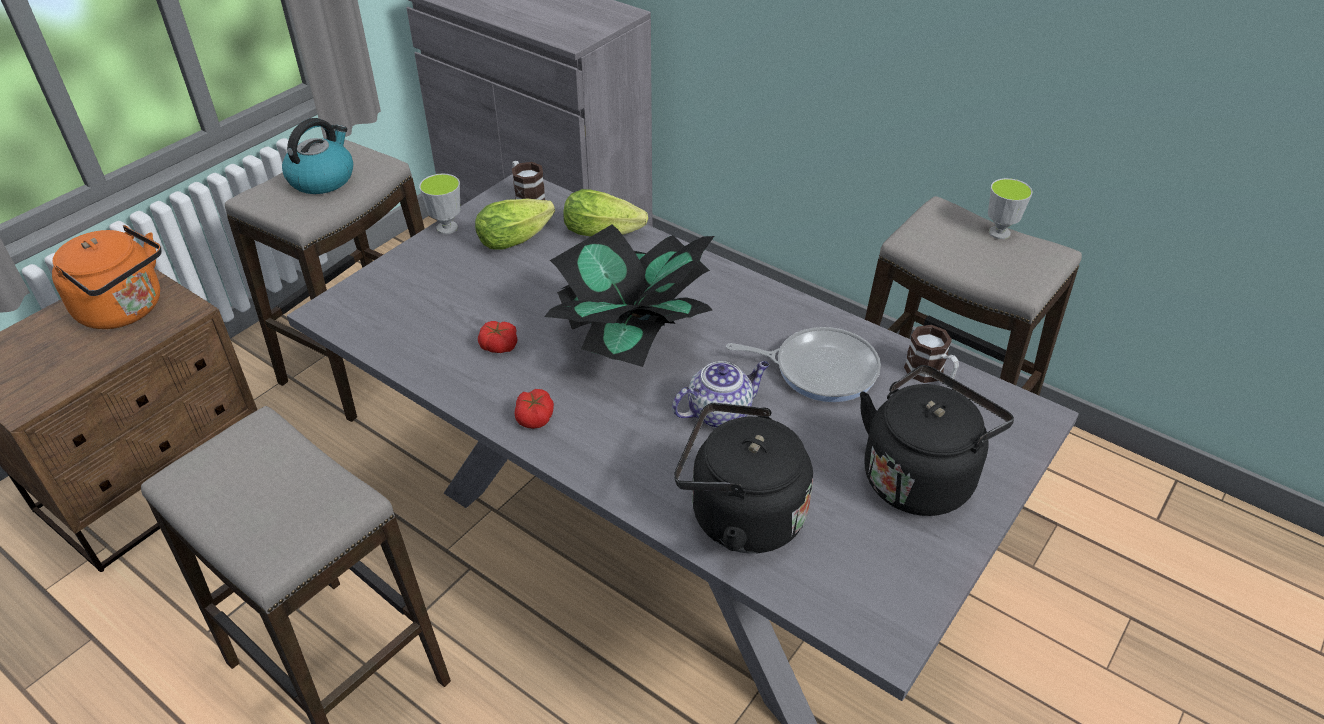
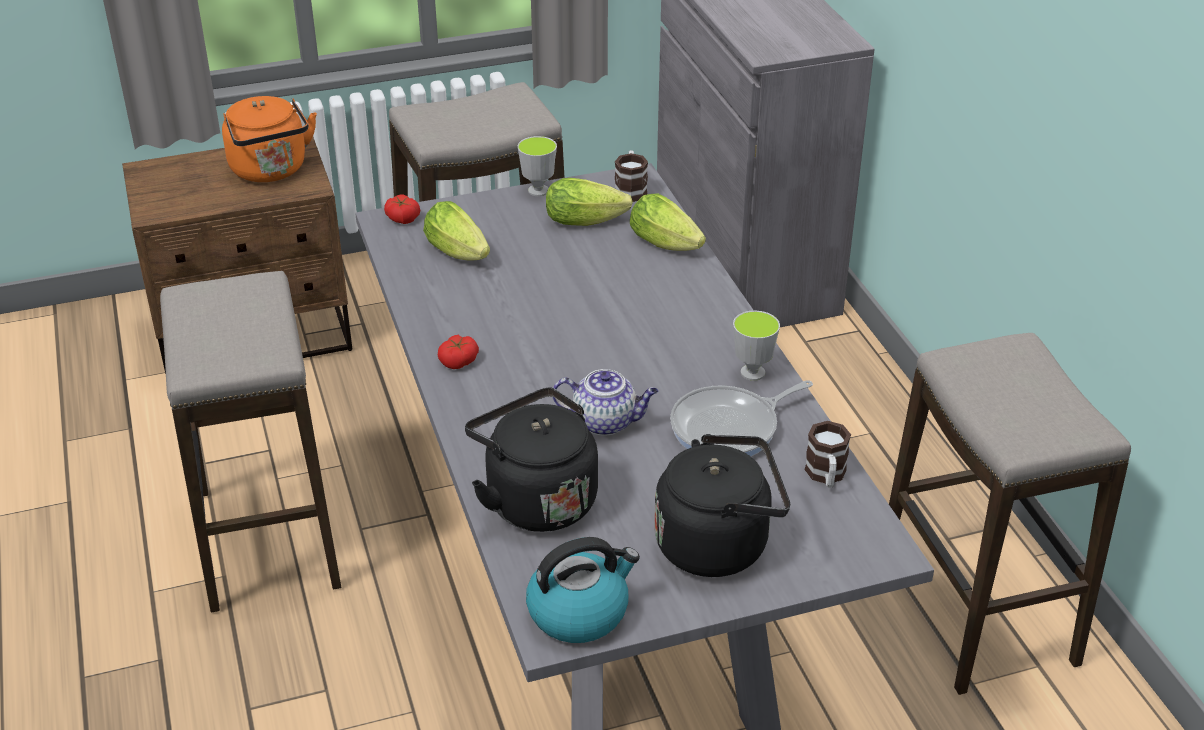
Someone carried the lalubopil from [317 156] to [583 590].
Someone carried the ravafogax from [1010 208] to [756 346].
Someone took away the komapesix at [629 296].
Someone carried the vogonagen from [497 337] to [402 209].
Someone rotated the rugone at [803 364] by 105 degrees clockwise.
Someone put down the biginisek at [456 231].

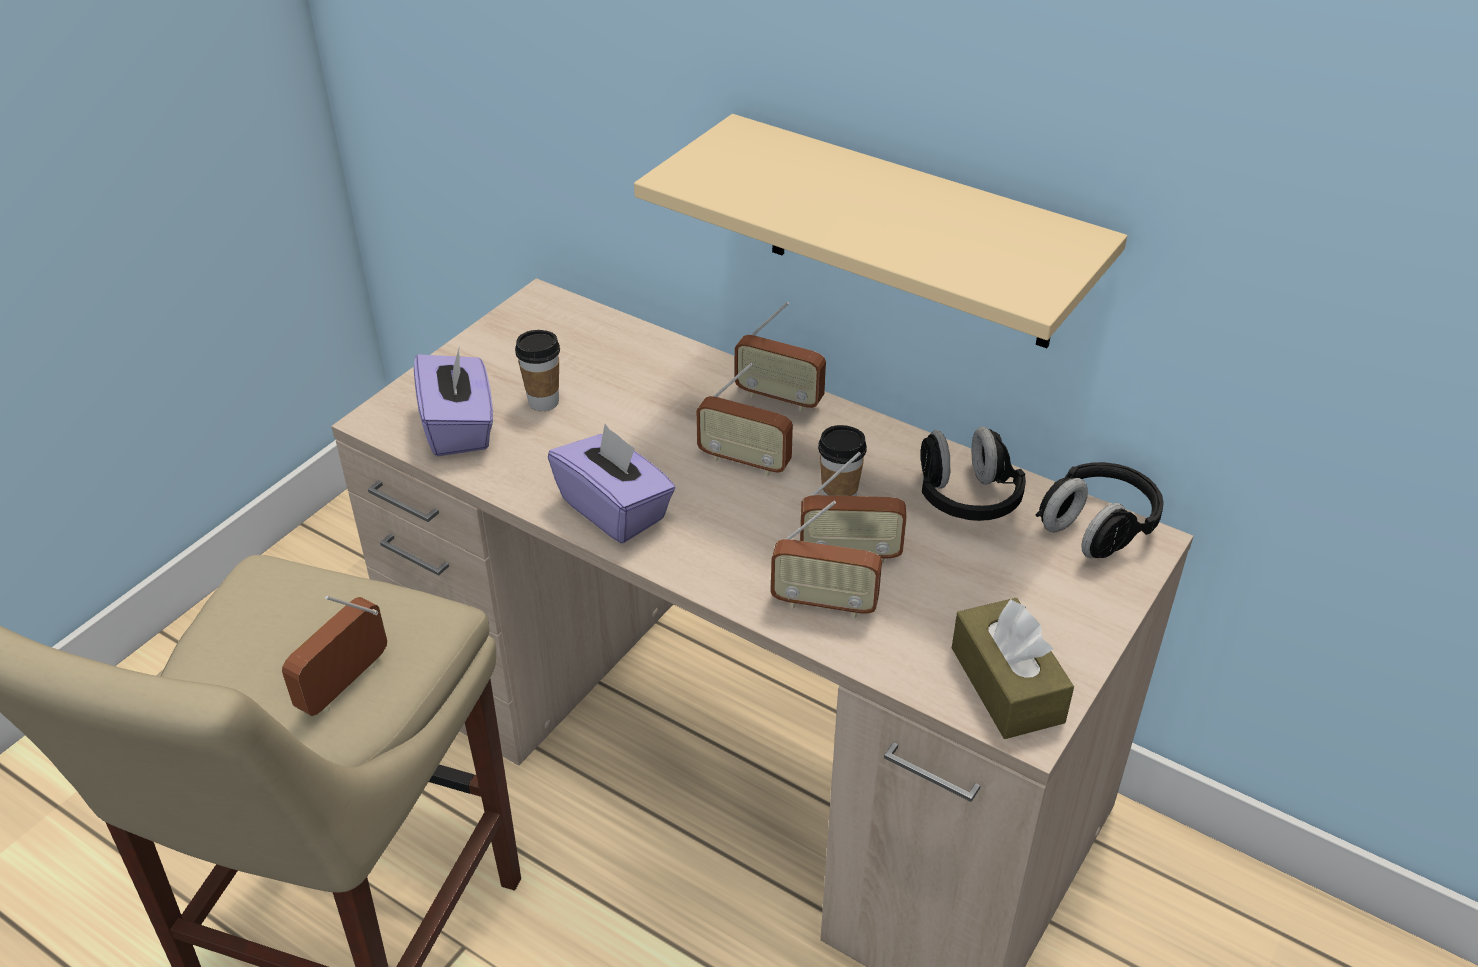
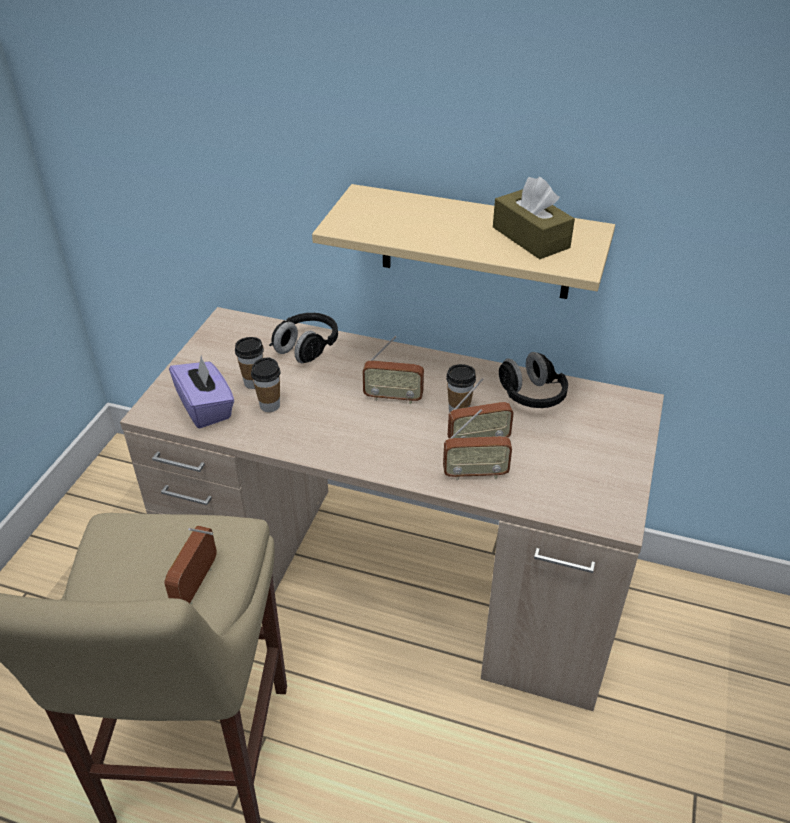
Someone took away the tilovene at [780 357].
Someone took away the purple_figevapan at [612 483].
Someone carried the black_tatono from [1099 510] to [303 338].
Someone carried the brown_figevapan from [1013 668] to [534 218].
Someone put down the ravafogax at [266 385].

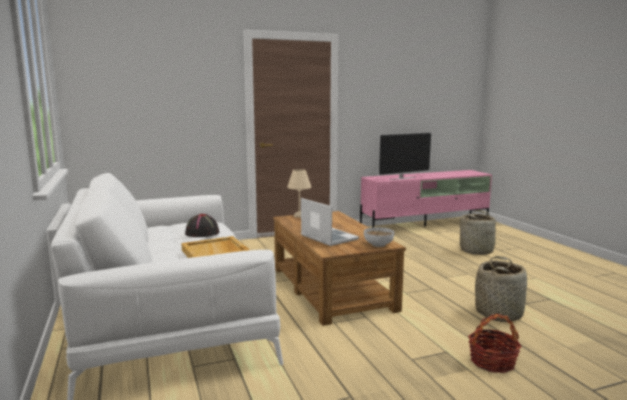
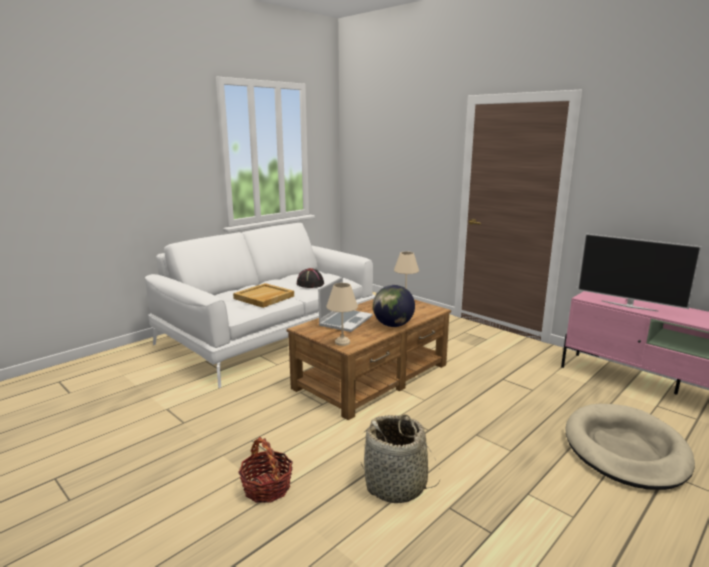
Someone swapped the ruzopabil at [479 232] for the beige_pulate at [630 447].
Someone swapped the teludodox at [379 237] for the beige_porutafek at [342 314].
Someone put down the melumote at [394 306].

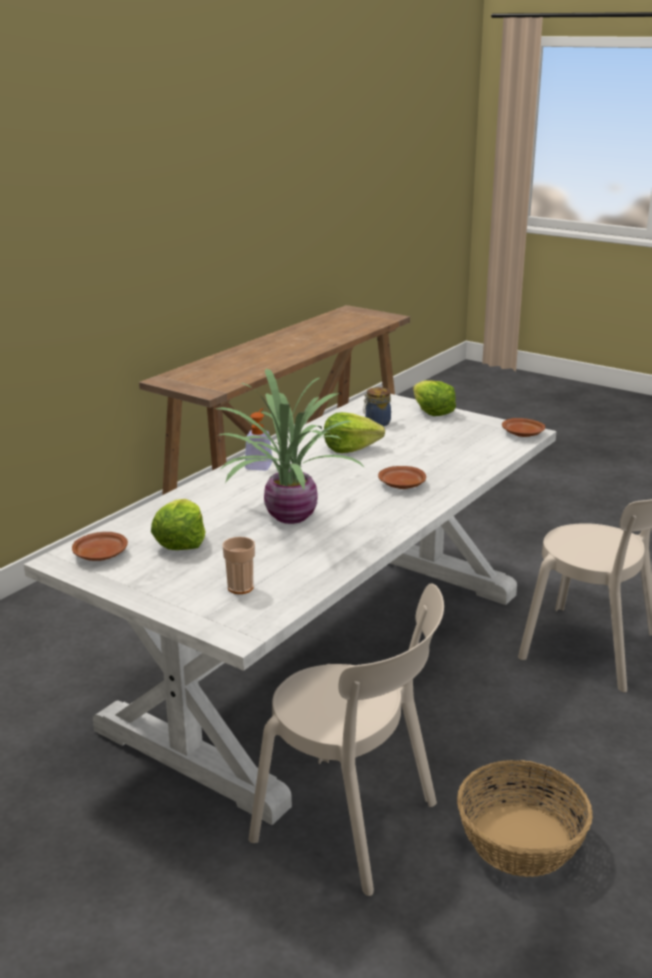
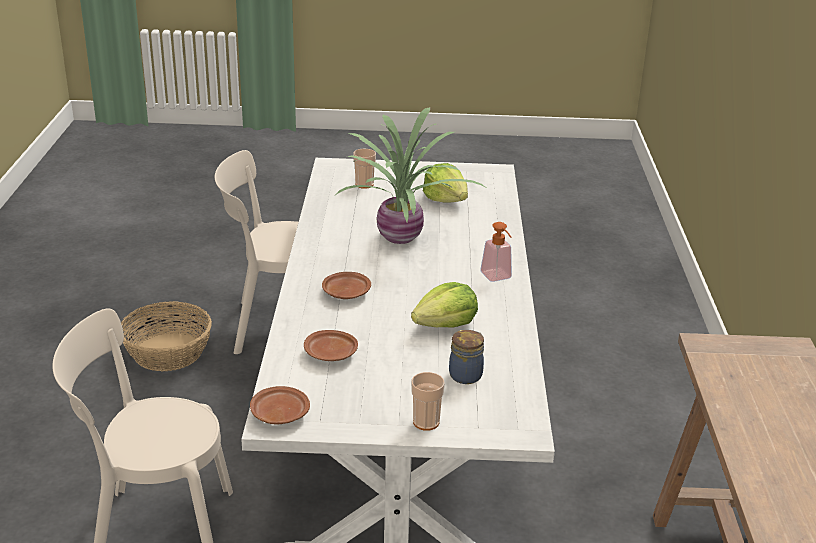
Someone swapped the biginisek at [434 398] for the ravafogax at [428 401].
Someone carried the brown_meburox from [100 546] to [331 345].

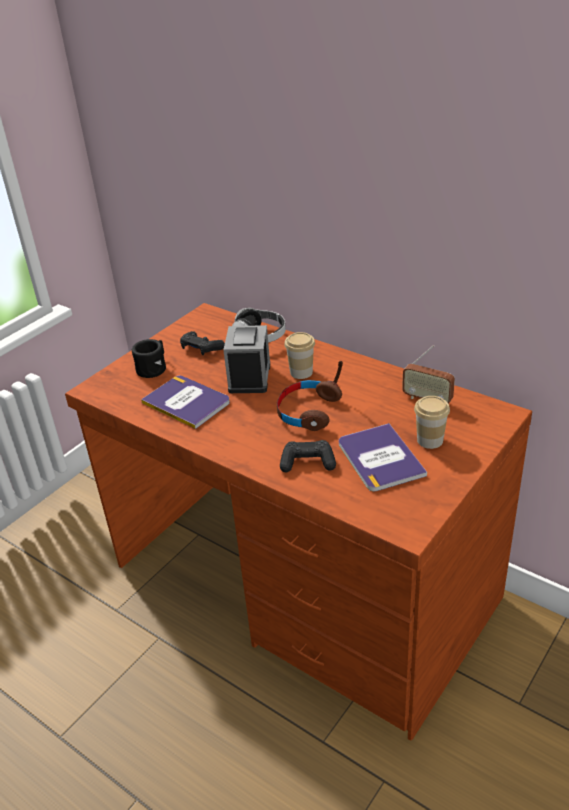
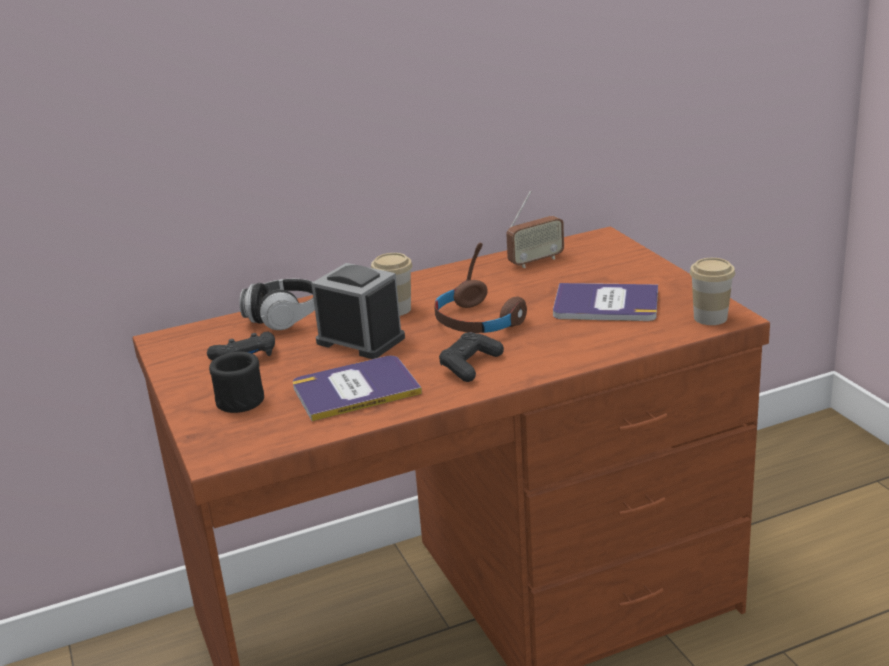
Someone carried the ravafogax from [432 422] to [712 291].
Someone carried the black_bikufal from [308 456] to [471 357].

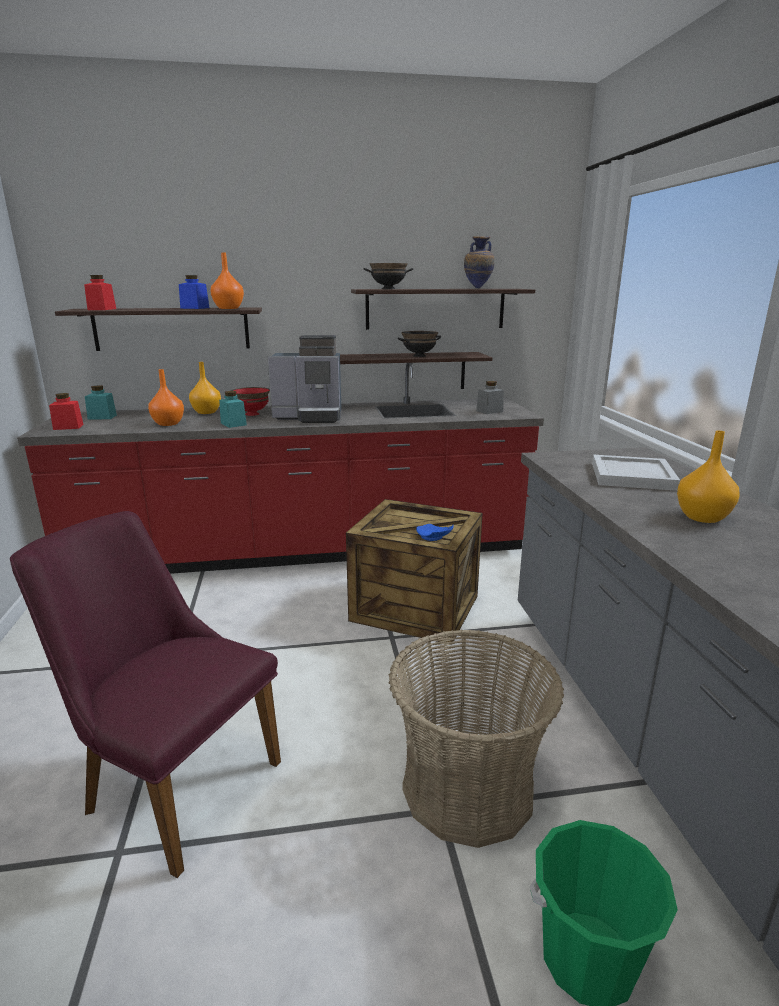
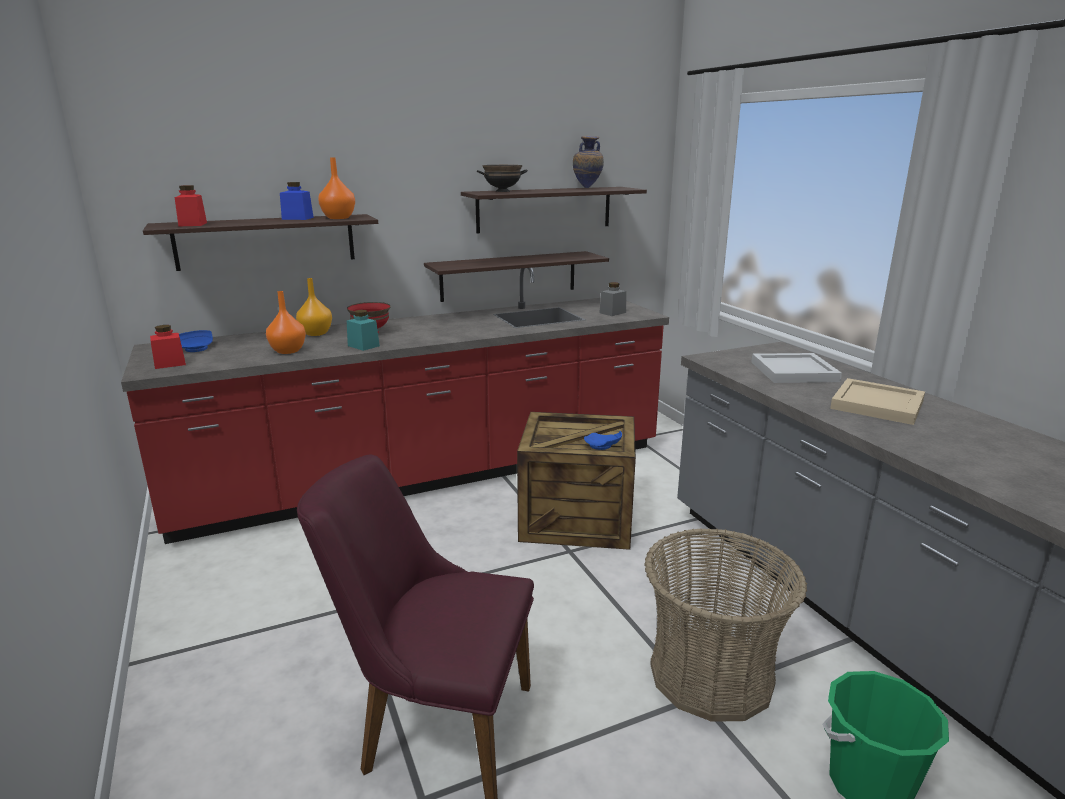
Someone took away the black_teludodox at [419 344].
Someone took away the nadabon at [305 379].
Someone swapped the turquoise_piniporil at [101 402] for the blue_meburox at [196 341].
Someone swapped the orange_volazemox at [708 477] for the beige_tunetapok at [877 401].

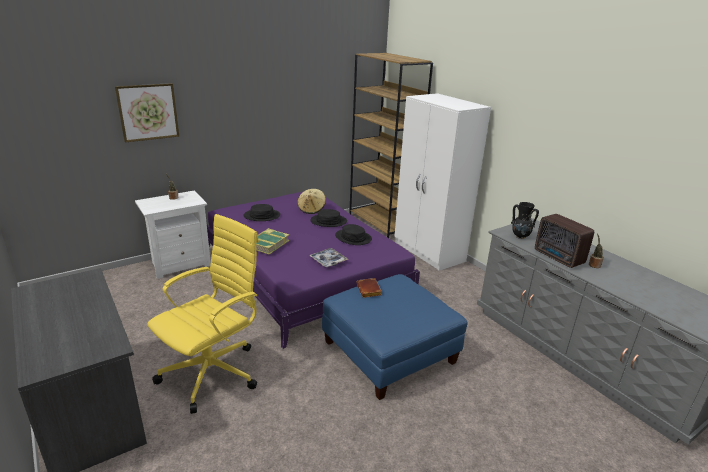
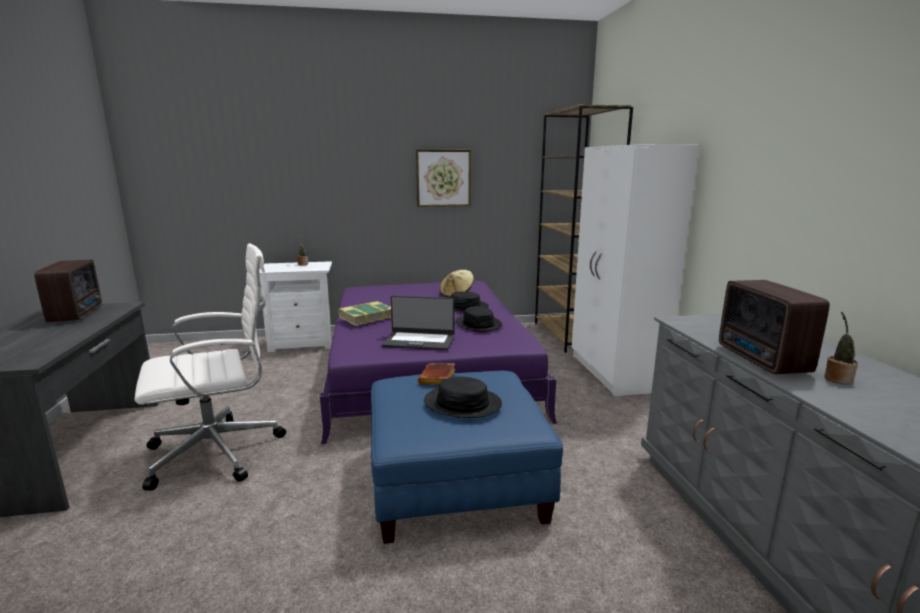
Someone carried the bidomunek from [147 113] to [443 178].
Someone took away the black_volazemox at [525 220].
Someone carried the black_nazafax from [262 212] to [463 397].
Someone repainted the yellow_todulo at [203 314], which became the white_todulo at [210 367].
Someone swapped the tunetapok at [328 257] for the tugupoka at [417 323].
Someone put down the tilovene at [68 290].

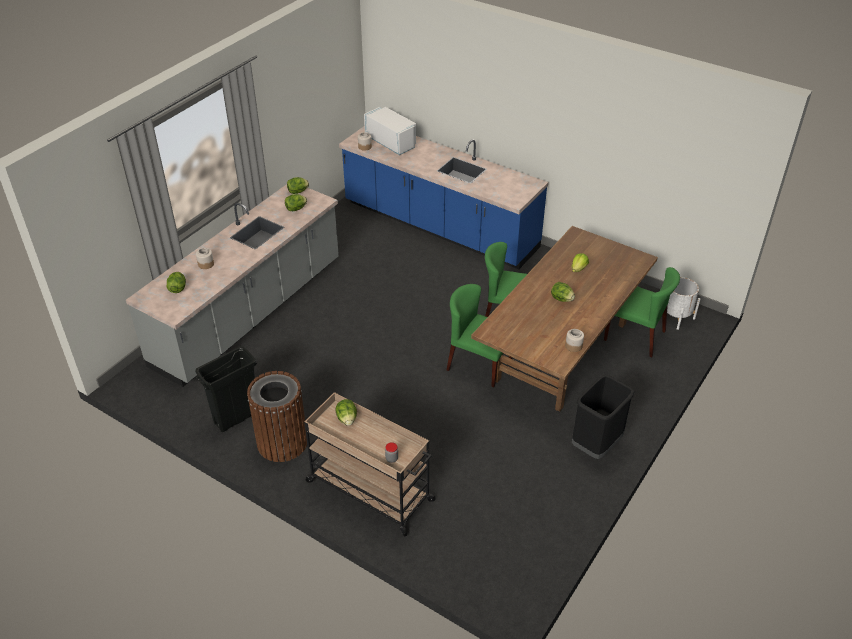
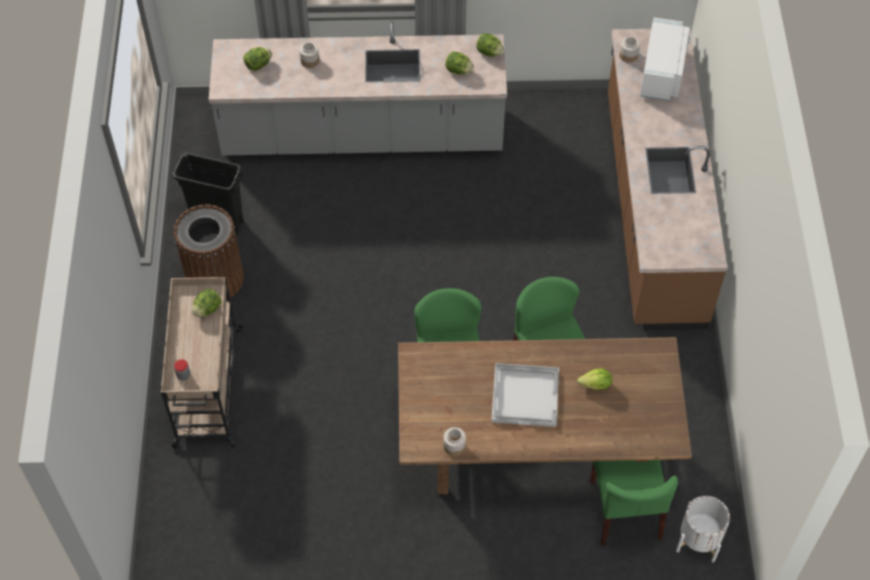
Someone repainted the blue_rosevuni at [443 197], which became the brown_rosevuni at [667 179].
Someone swapped the biginisek at [563 292] for the white_tunetapok at [525 395].
Someone took away the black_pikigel at [603 417].

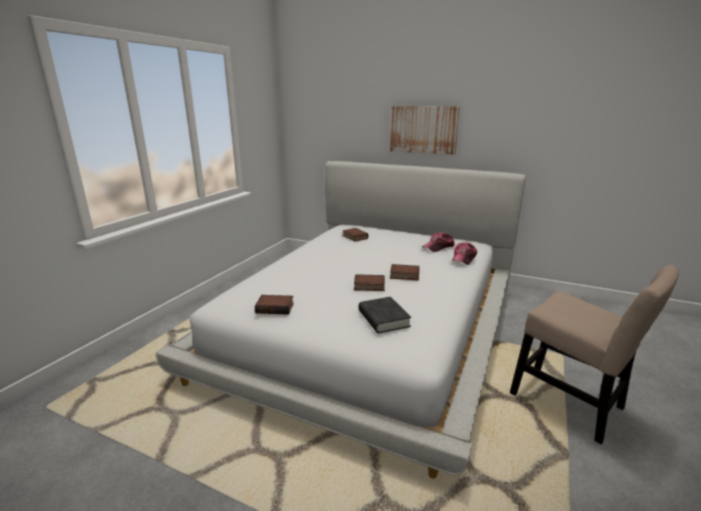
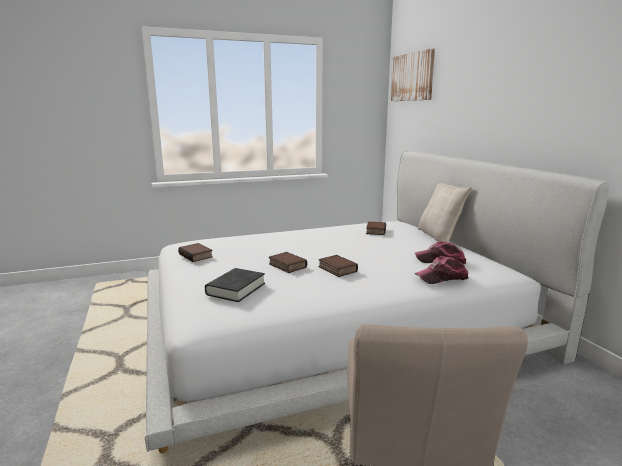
Someone carried the bidomunek from [425 130] to [413 74].
Someone put down the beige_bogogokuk at [445 212].

